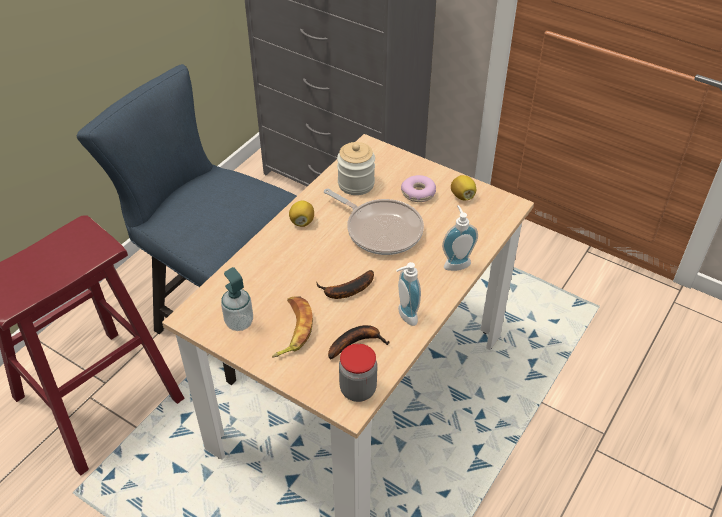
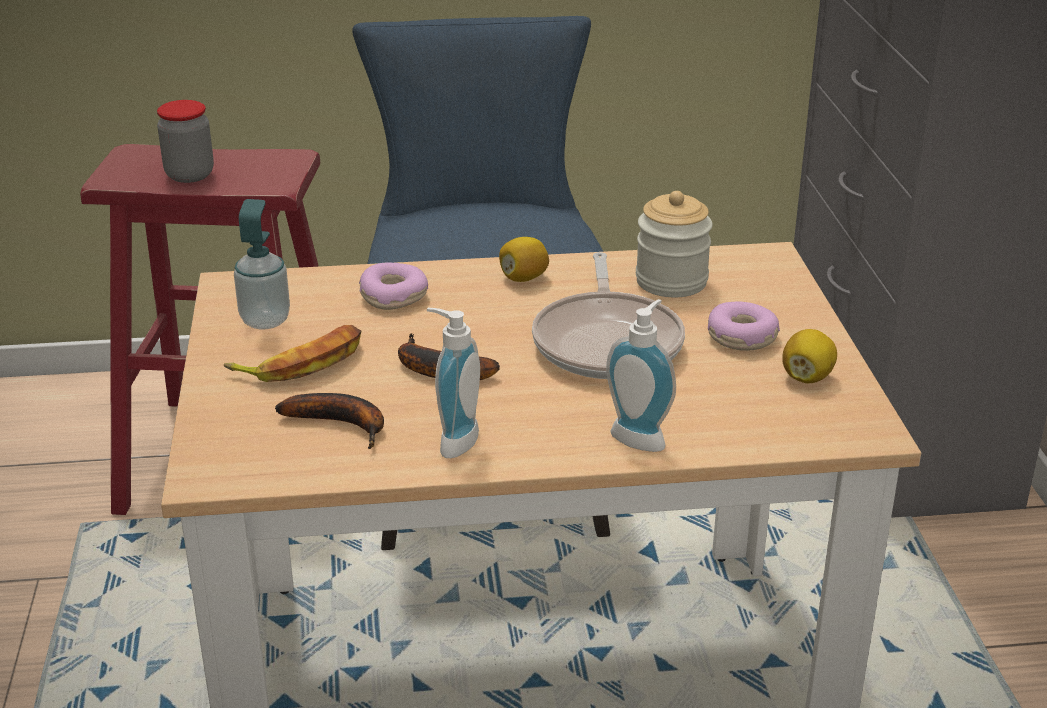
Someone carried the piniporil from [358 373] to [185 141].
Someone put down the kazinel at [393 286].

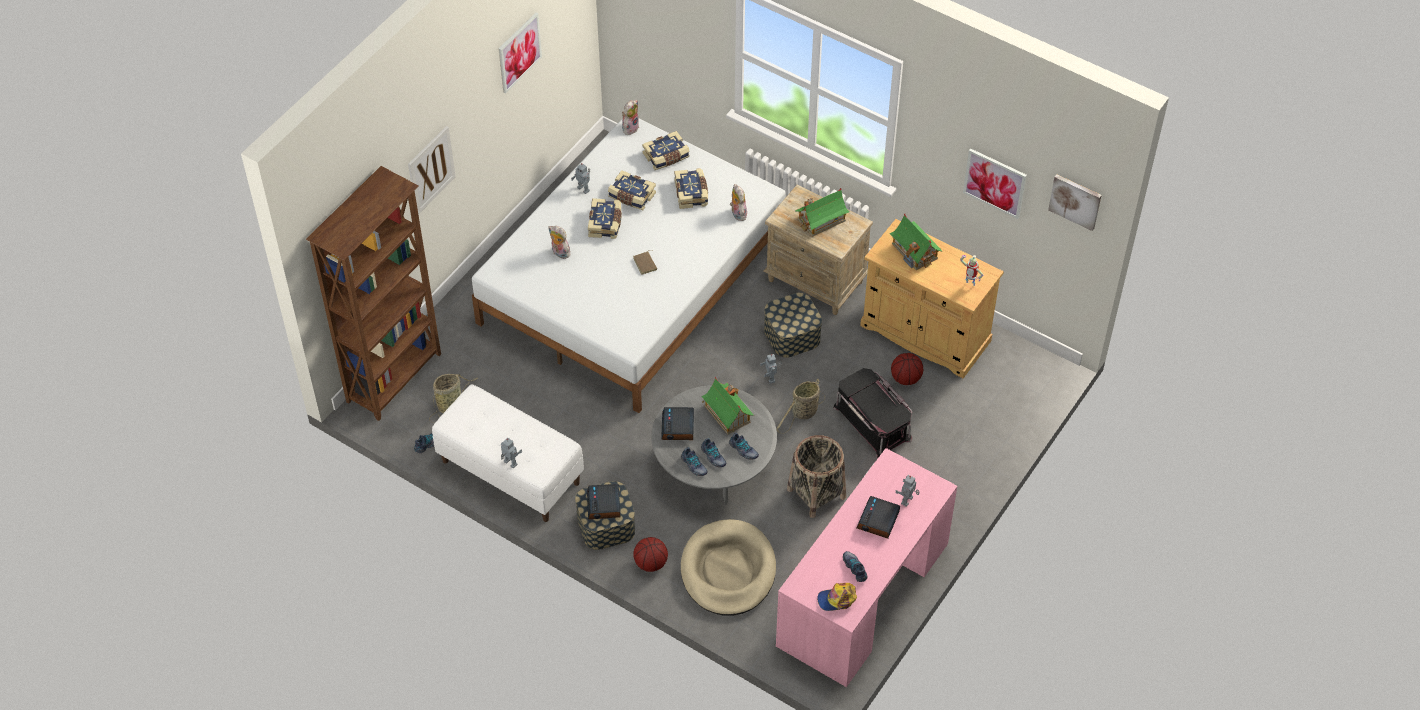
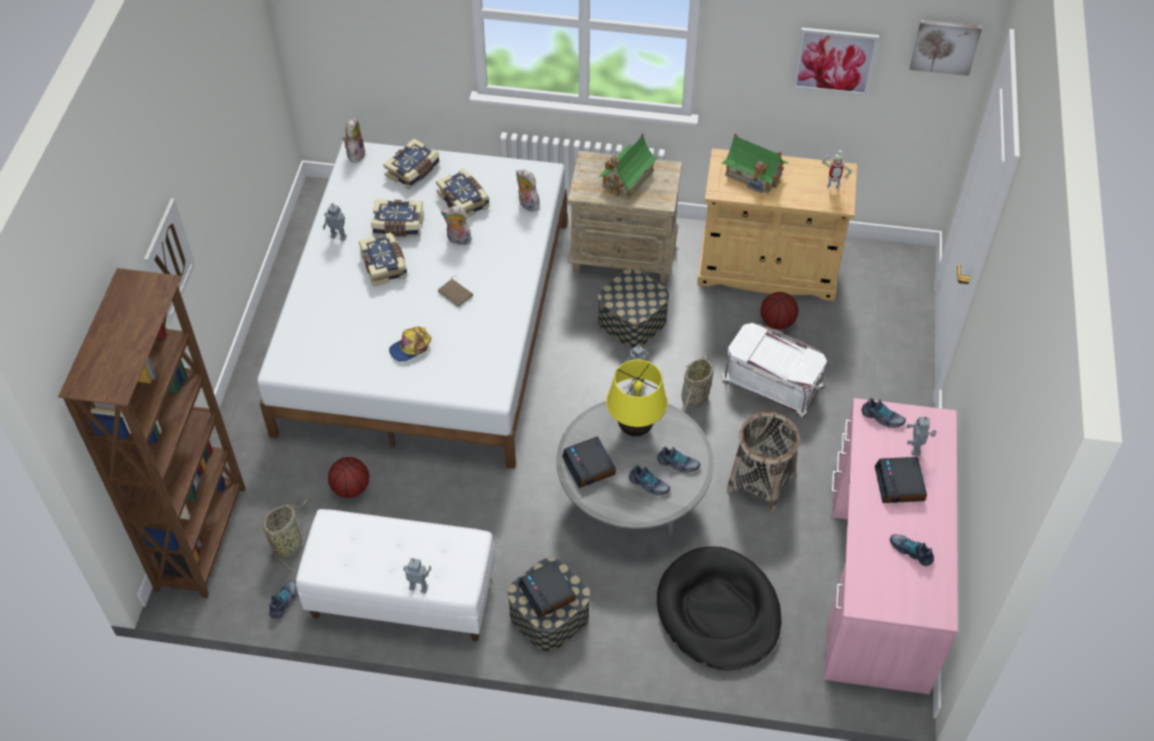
Someone took away the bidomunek at [520 52].
Someone carried the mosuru from [559 242] to [456 225].
Someone repainted the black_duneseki at [872 413], which became the white_duneseki at [774 370].
Someone swapped the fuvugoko at [727 406] for the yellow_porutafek at [636 398].
Someone carried the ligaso from [694 461] to [883 413].
Someone repainted the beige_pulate at [728 567], which became the black_pulate at [719 608].
Someone carried the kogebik from [650 554] to [348 477].
Someone carried the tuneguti from [837 597] to [410 344].

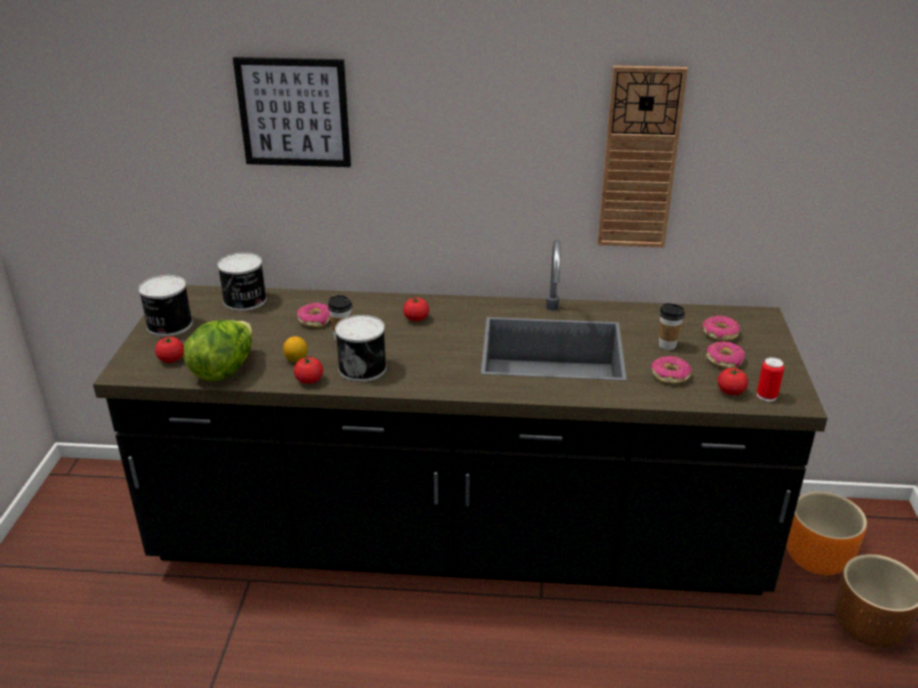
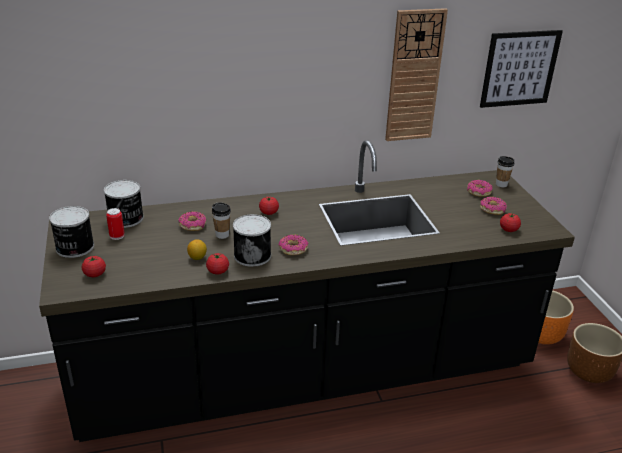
Someone carried the bidomunek from [292 112] to [521 69].
Someone carried the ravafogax from [672 326] to [505 171].
Someone took away the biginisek at [218 351].
Someone carried the kazinel from [671 370] to [293 244].
Someone carried the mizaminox from [770 379] to [115 224].

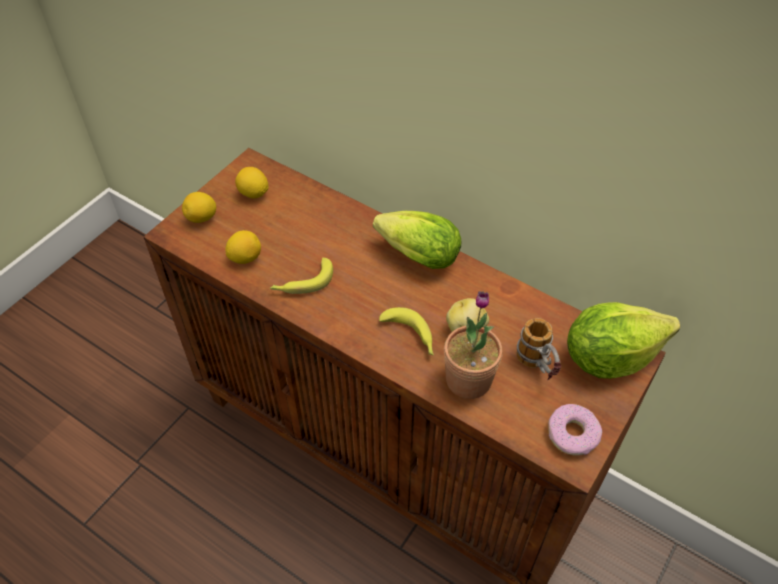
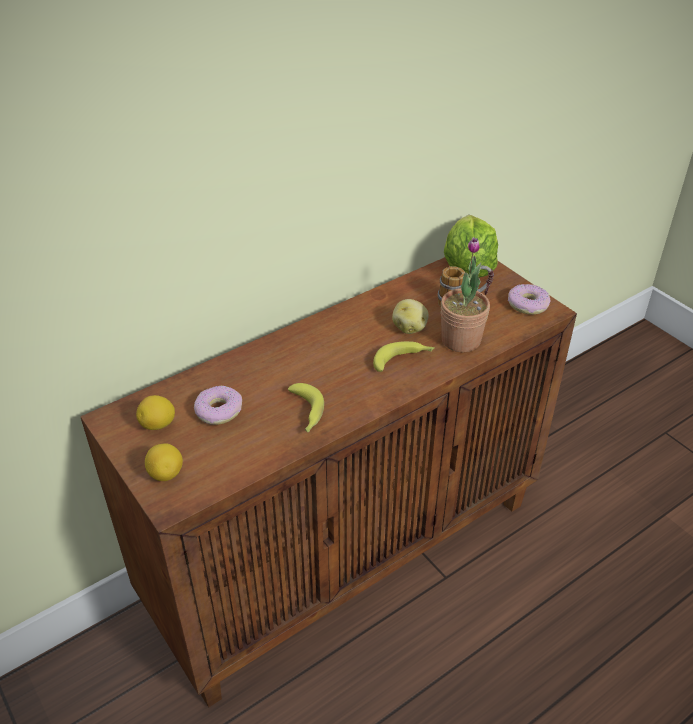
Someone took away the biginisek at [417 240].
Someone took away the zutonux at [243 247].
Someone put down the kazinel at [218 405].

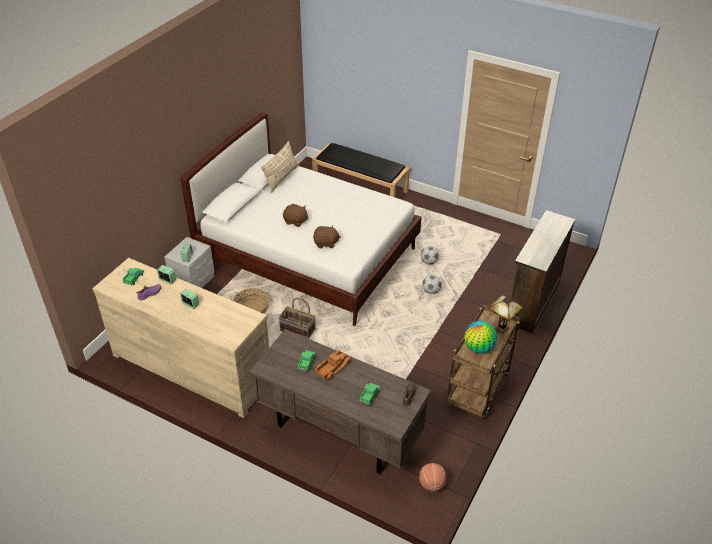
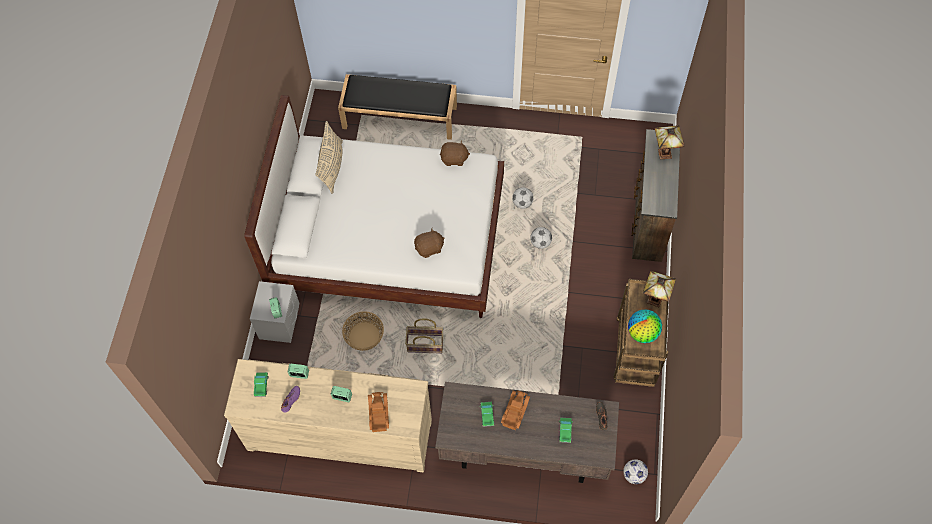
Someone carried the brown_mosuru from [295 215] to [455 153].
Someone swapped the kogebik at [432 477] for the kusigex at [635 471].
Someone put down the porutafek at [670 142].
Someone put down the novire at [378 412].

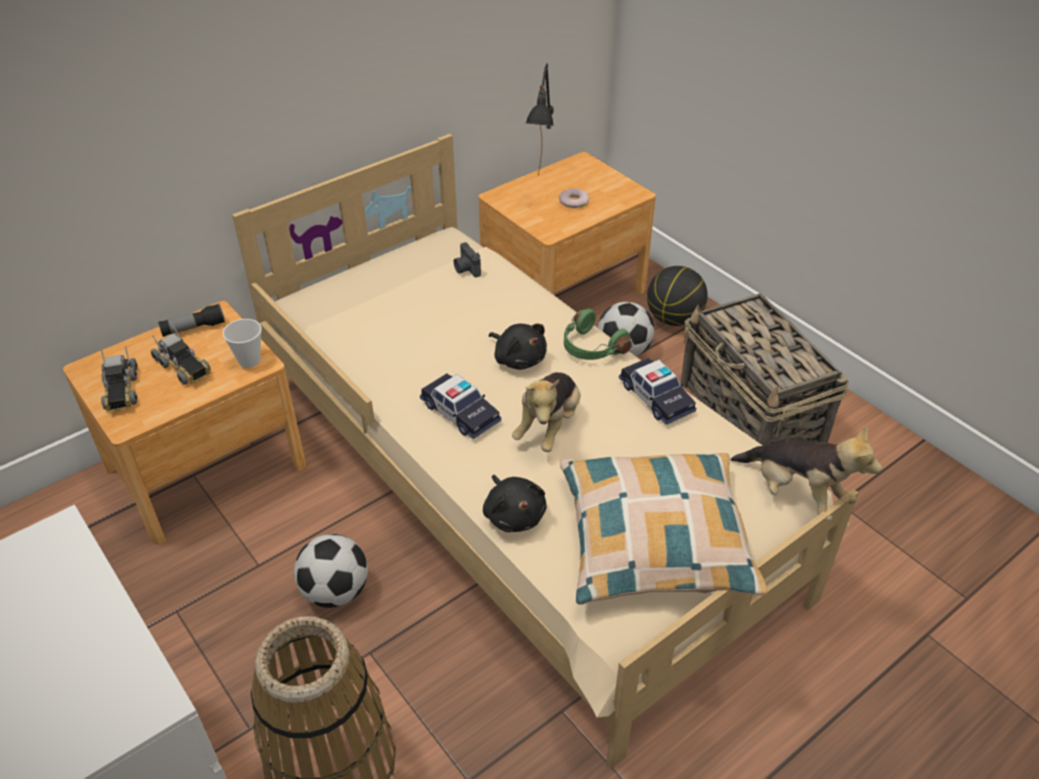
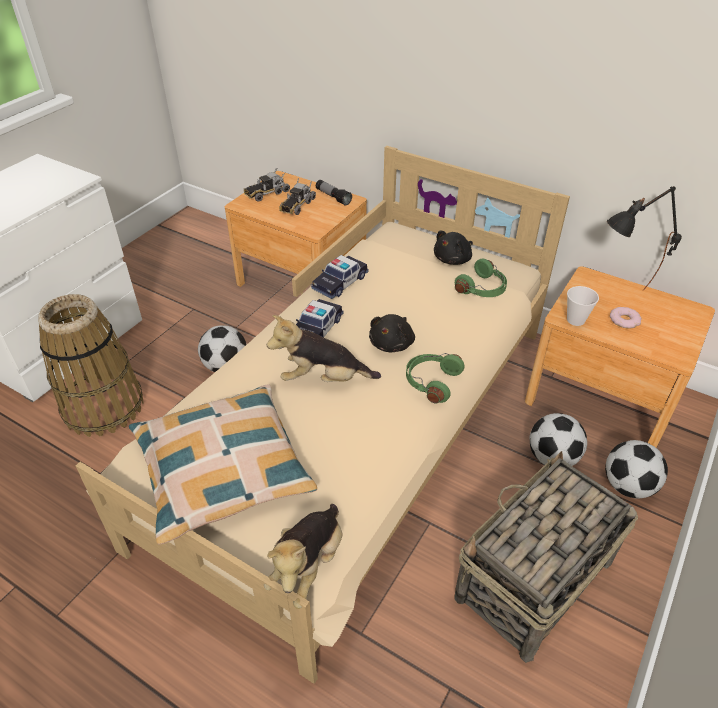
Someone swapped the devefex at [467 259] for the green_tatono at [481 278].
Someone swapped the kogebik at [677 296] for the kusigex at [636 469].
Someone carried the ravafogax from [242 343] to [583 306].
Someone carried the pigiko from [657 391] to [340 277].
Someone carried the black_mosuru from [514 503] to [453 247].

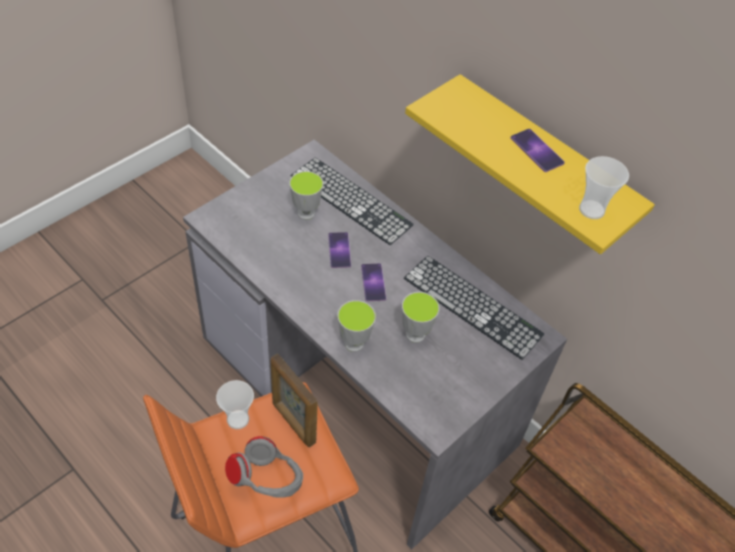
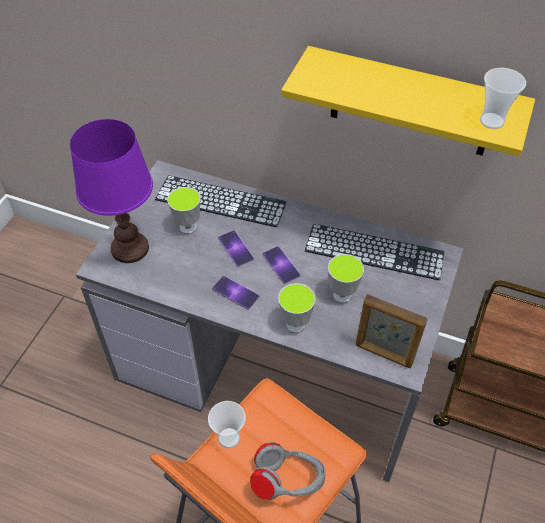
Someone carried the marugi from [538 150] to [235 293].
Someone carried the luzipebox from [294 400] to [392 331].
Someone put down the purple_porutafek at [111 191].

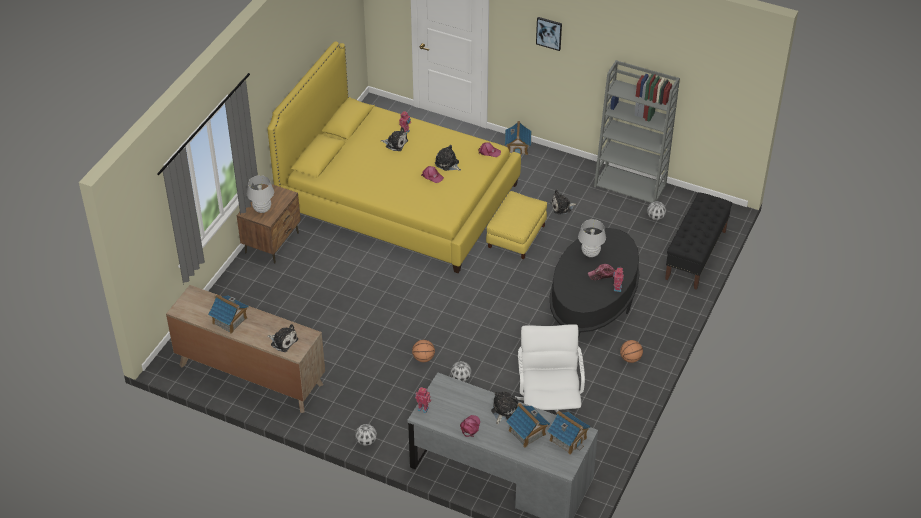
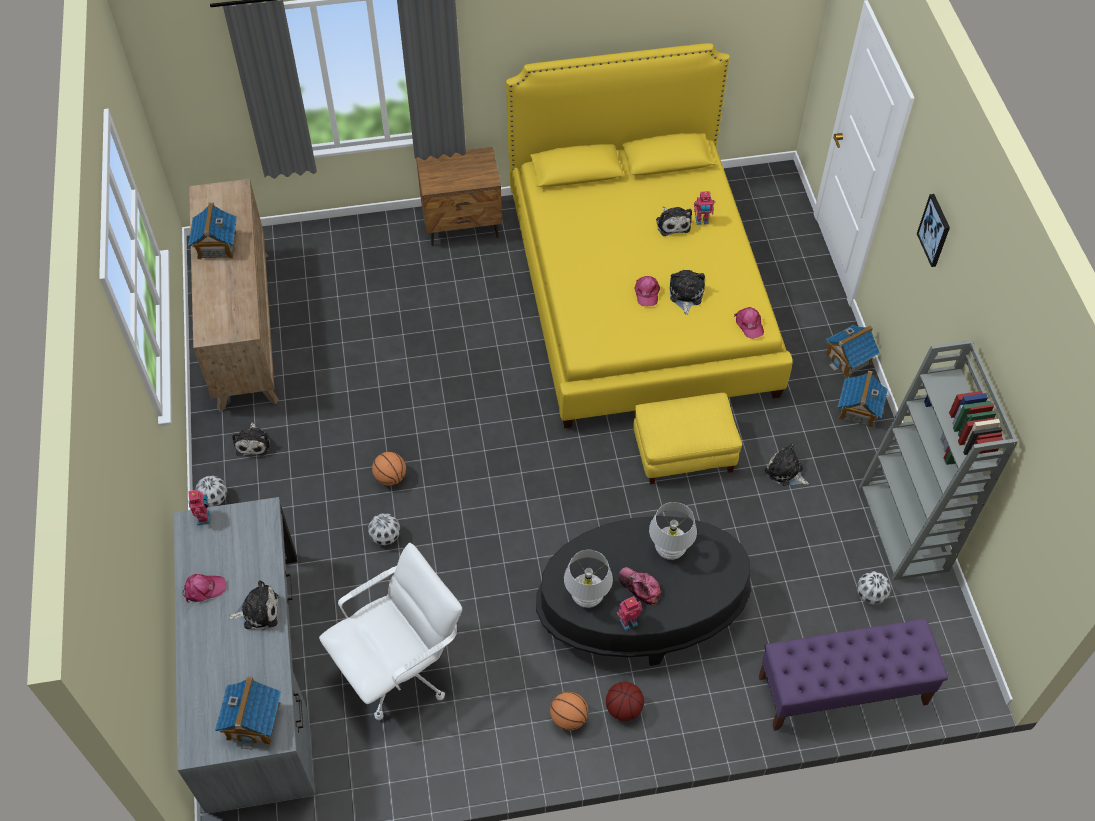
Someone carried the white_porutafek from [260 194] to [588 579].
Someone repainted the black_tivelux at [699 241], which became the purple_tivelux at [853 675].
Someone carried the mosuru from [282 338] to [251 439].
Someone carried the fuvugoko from [528 425] to [863 399].
Someone put down the kogebik at [625 701].

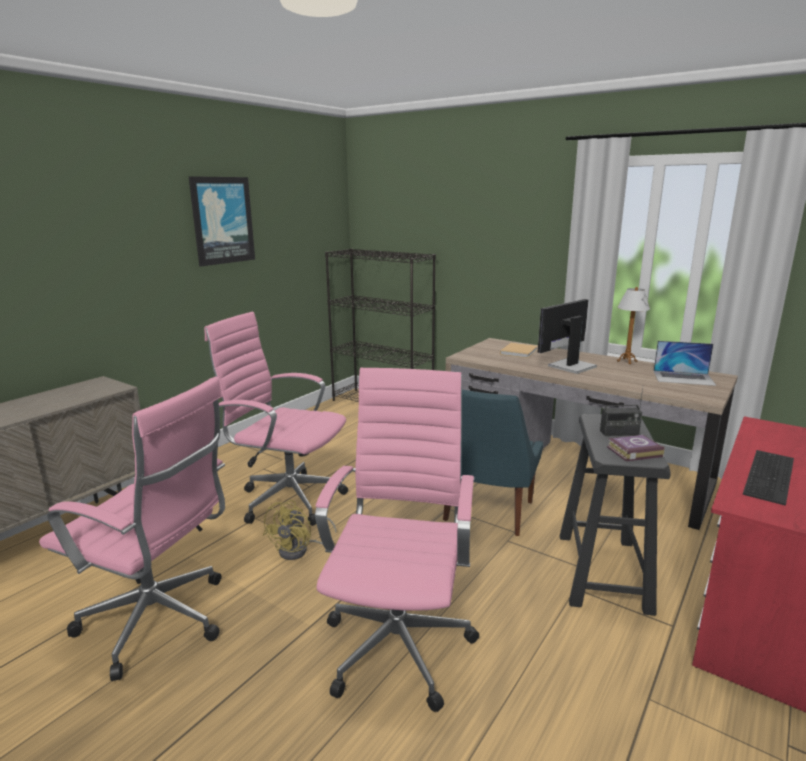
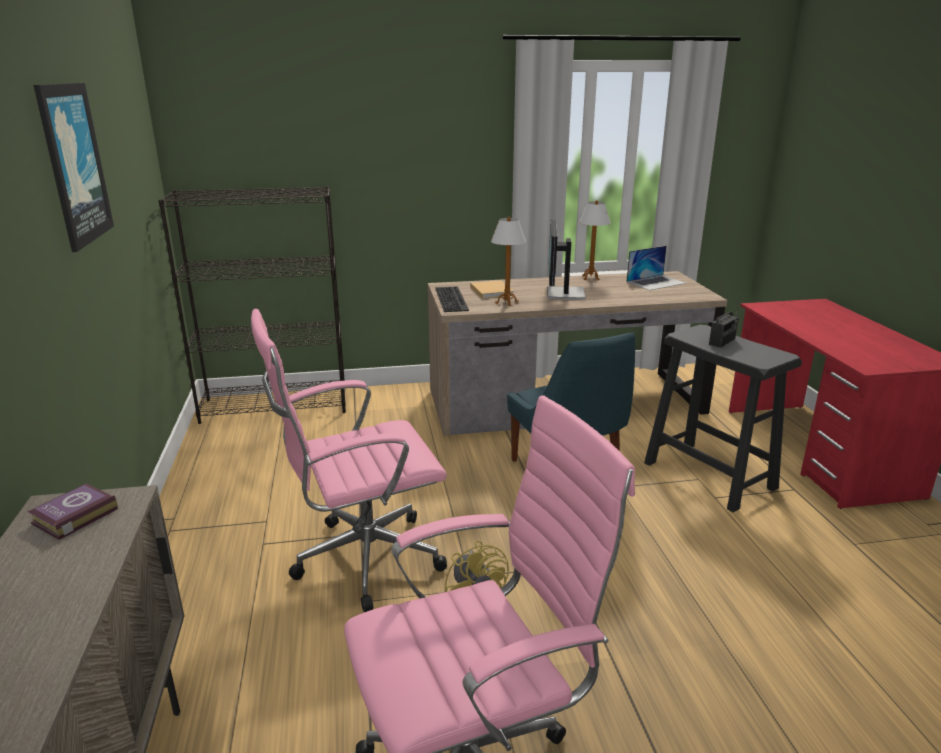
Someone took away the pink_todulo at [397 540].
Someone carried the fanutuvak from [635 448] to [72 511].
Someone carried the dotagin from [768 478] to [452 299].
Someone put down the porutafek at [508 261].

